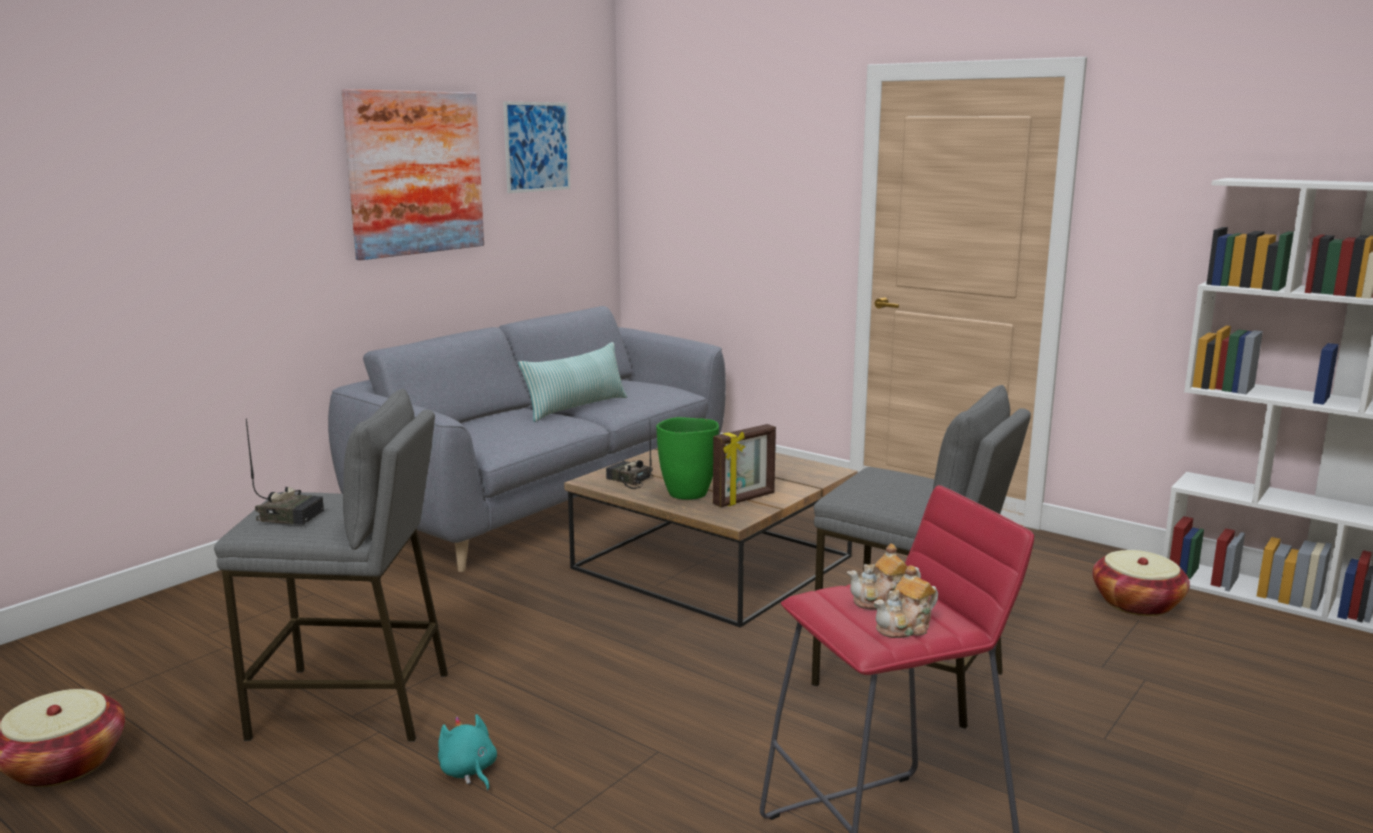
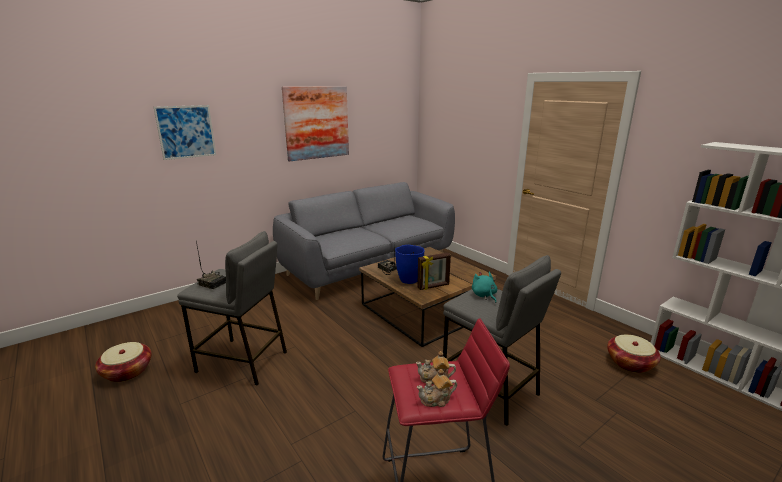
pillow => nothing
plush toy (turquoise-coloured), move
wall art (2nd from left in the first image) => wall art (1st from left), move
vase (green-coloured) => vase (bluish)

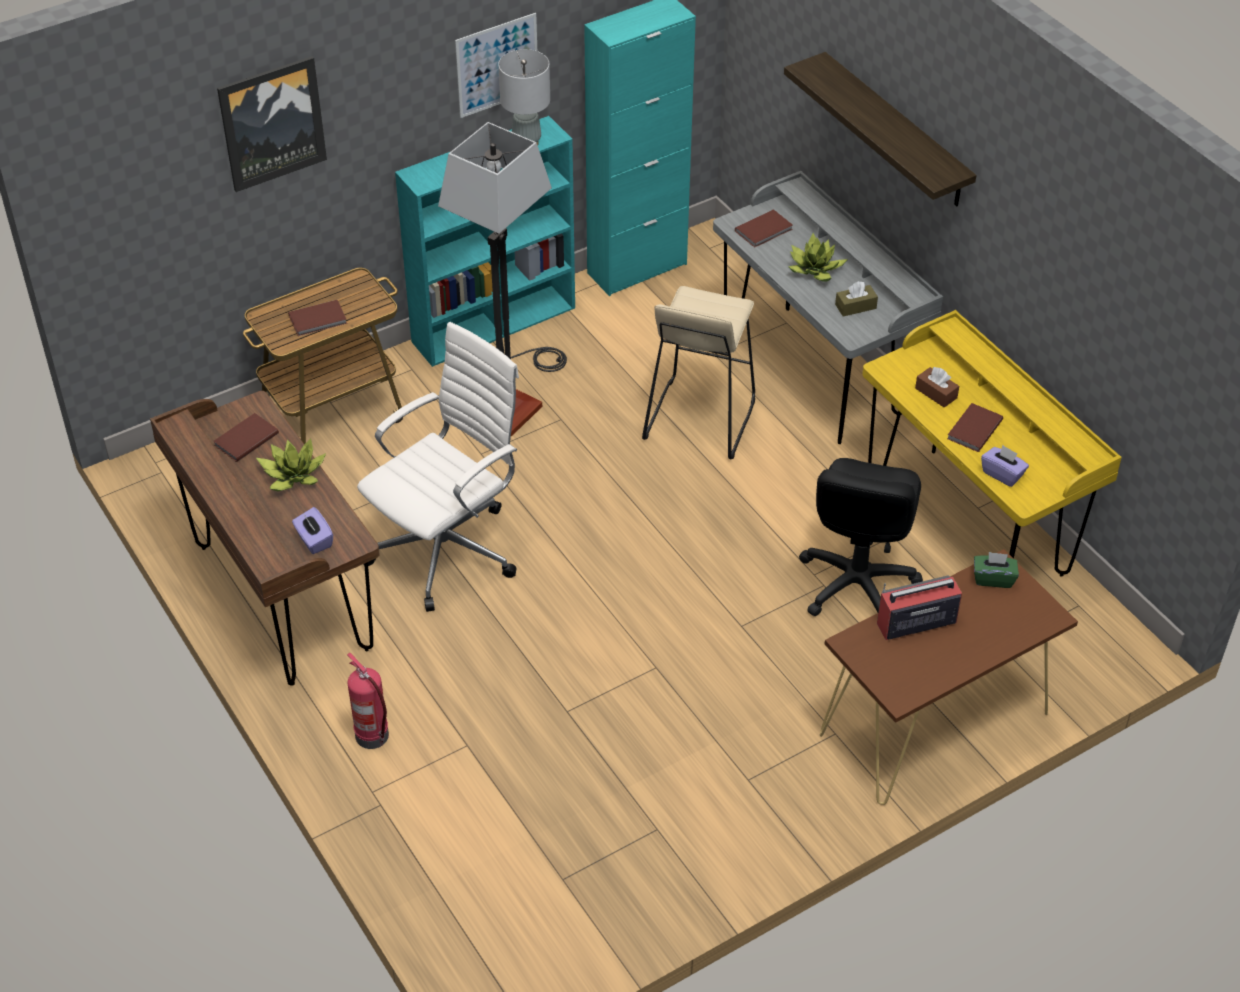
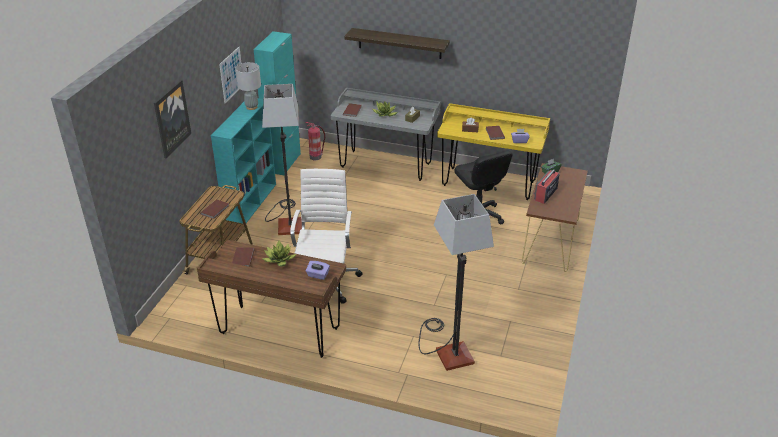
stool (sand-coloured) => nothing
nothing => standard lamp (2nd from left)
fire extinguisher, move

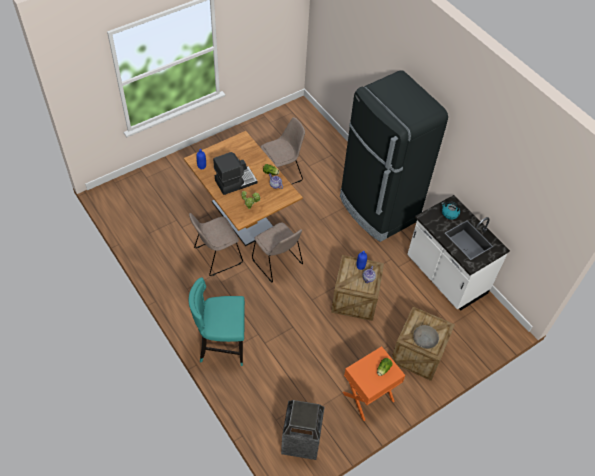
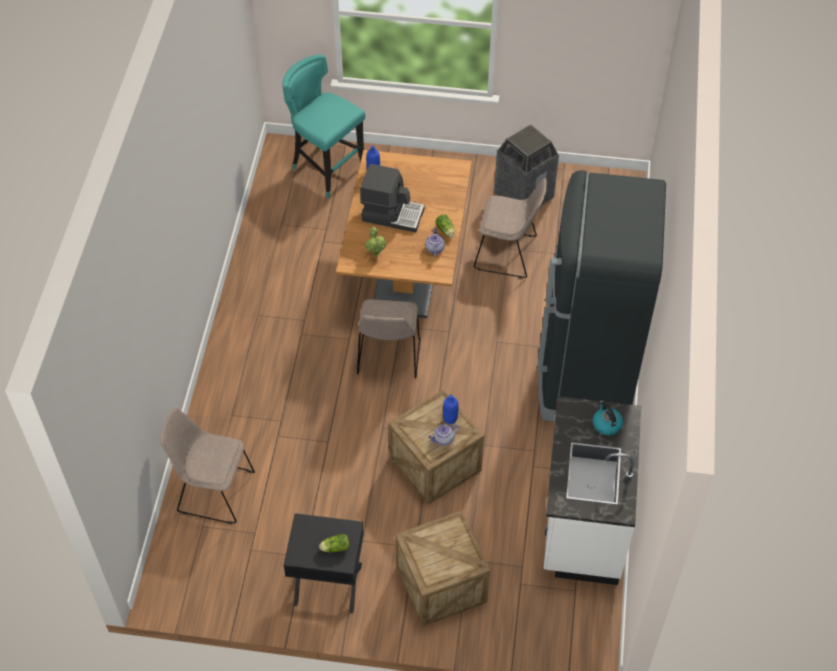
bowl (grey) => nothing
plain chair (sand-coloured) (1st from left), move
stool (turquoise-coloured), move
trash can, move
bedside table (orangey) => bedside table (blackish)

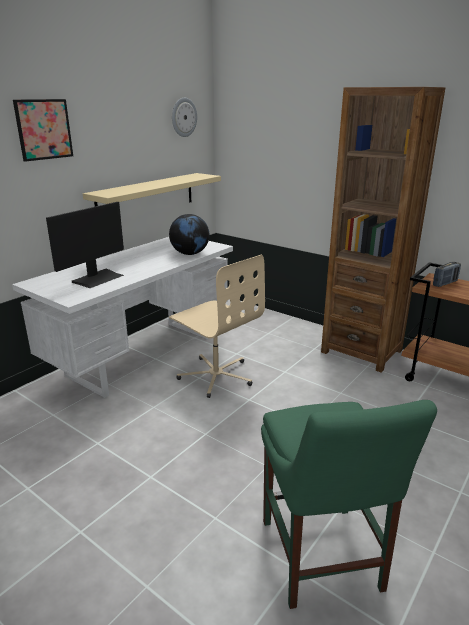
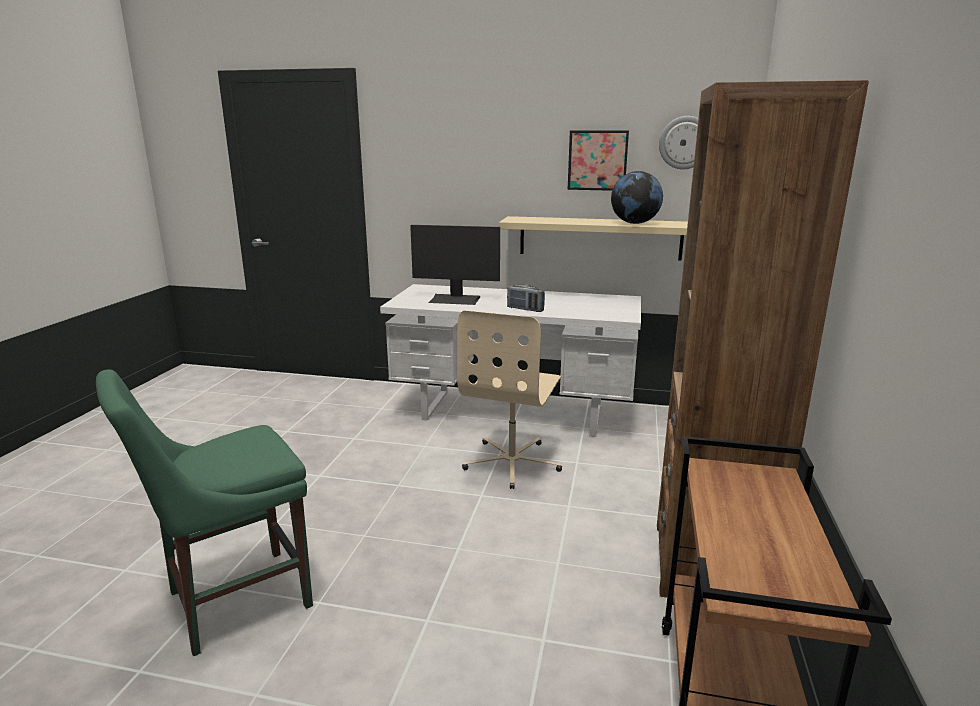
wall art, move
desk globe, move
radio receiver, move

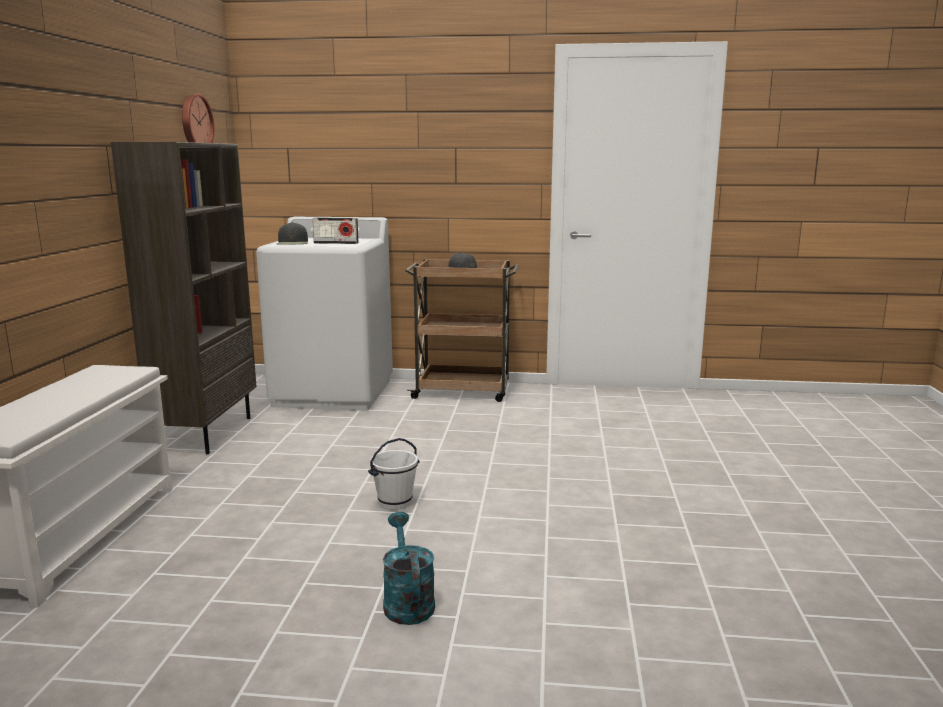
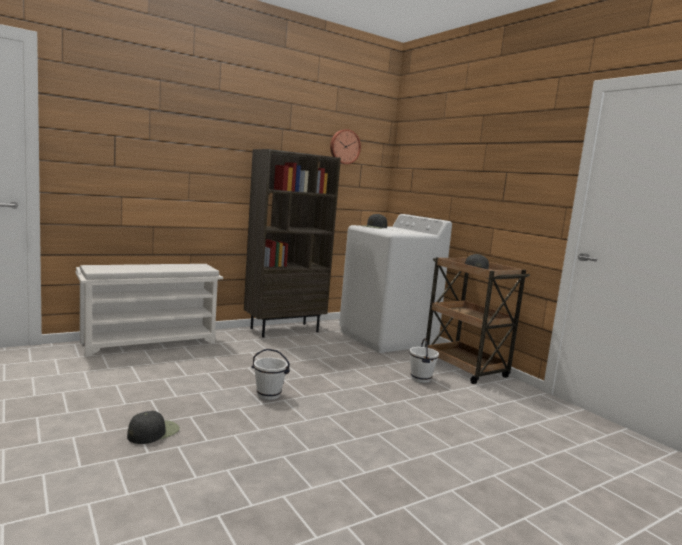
radio receiver => nothing
nothing => water bucket (whitish) (2nd from left)
watering can (turquoise-coloured) => cap (blackish) (1st from left)

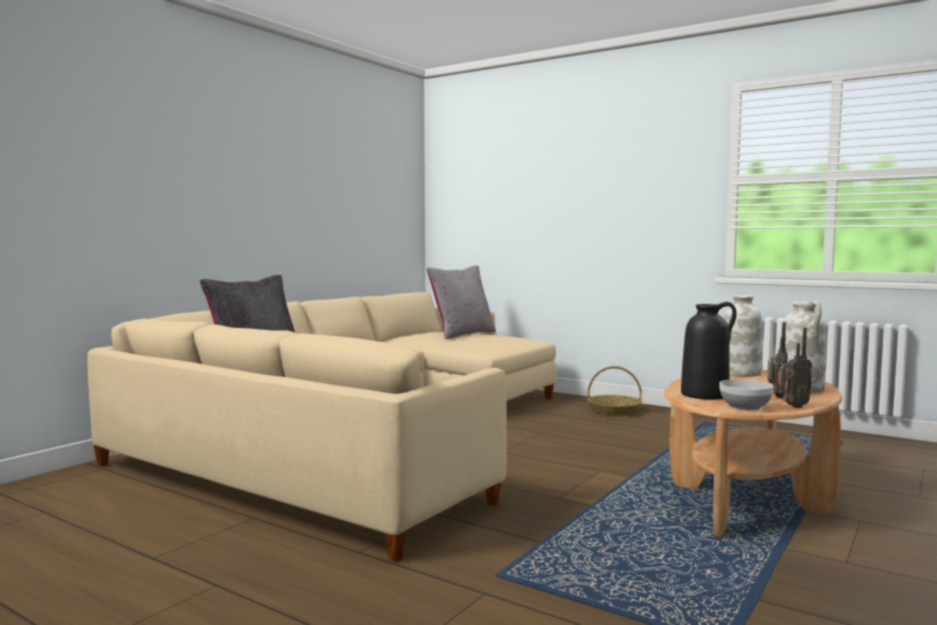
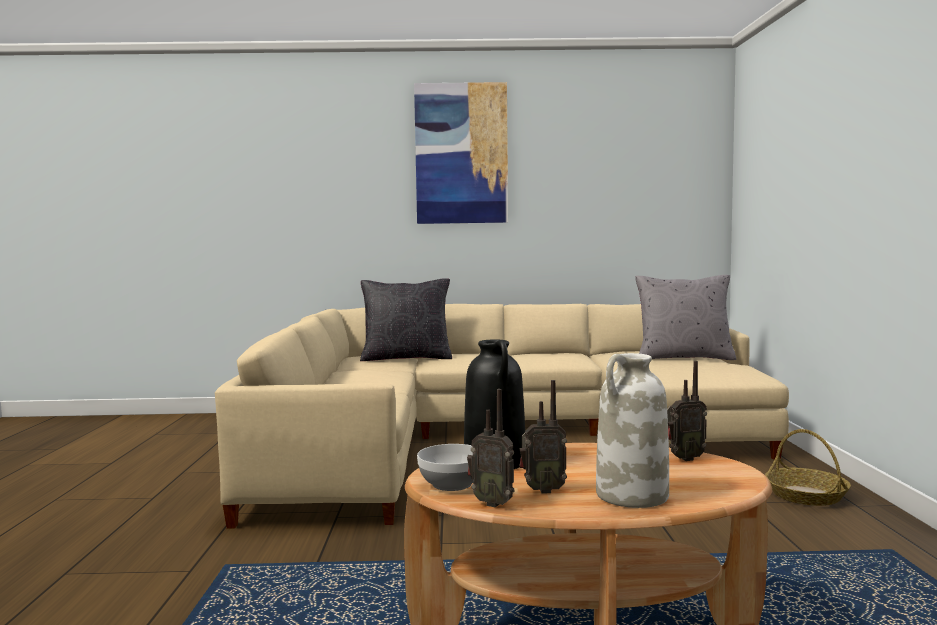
nothing => wall art
vase (whitish) (1st from left) => radio receiver (3rd from left)

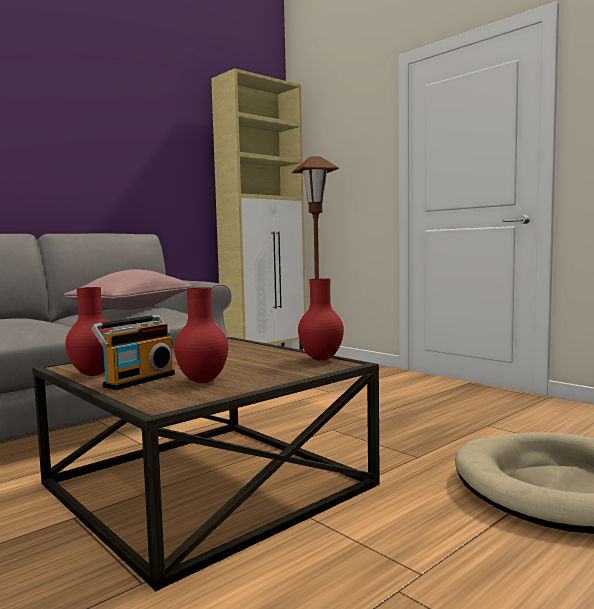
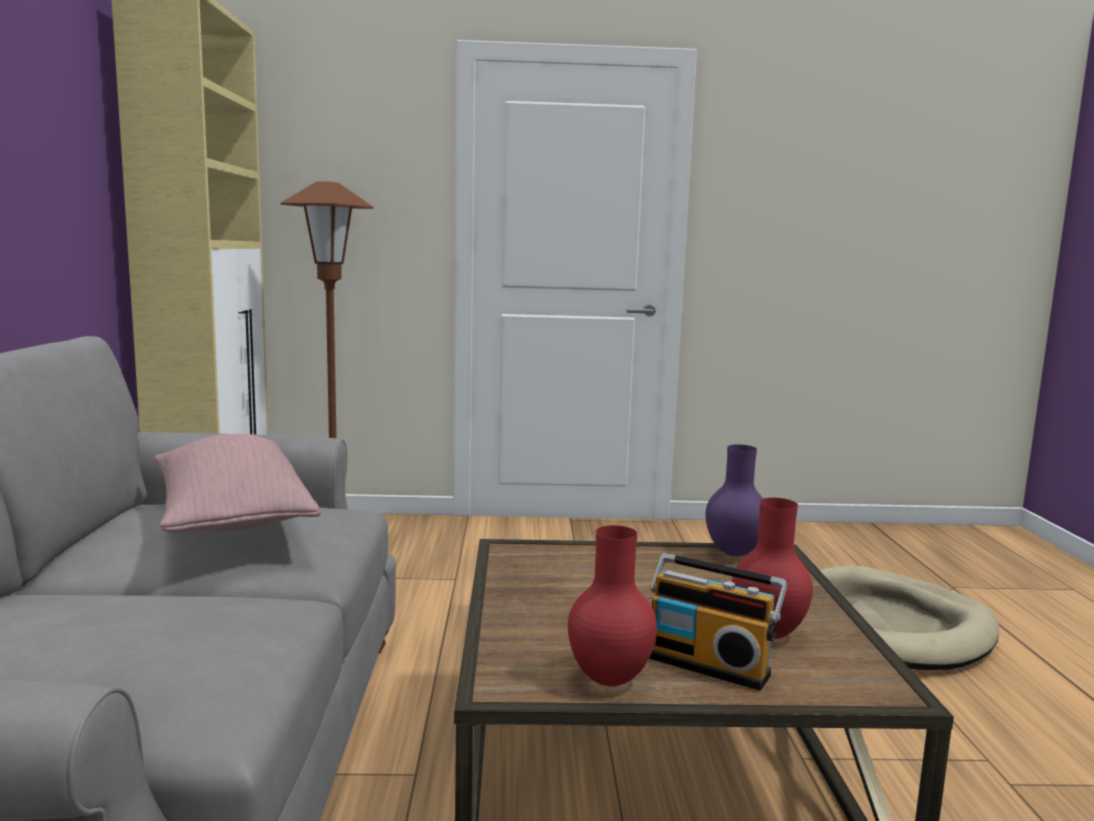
vase (reddish) (3rd from left) => vase (purple)
radio receiver, 135 degrees clockwise

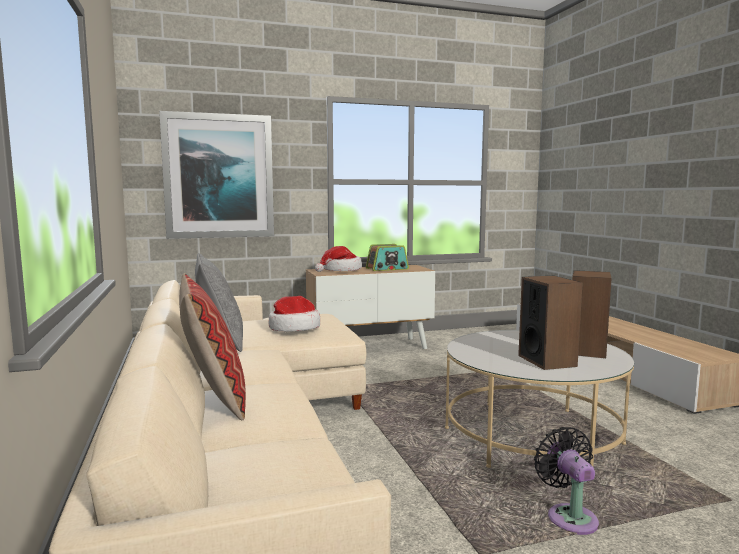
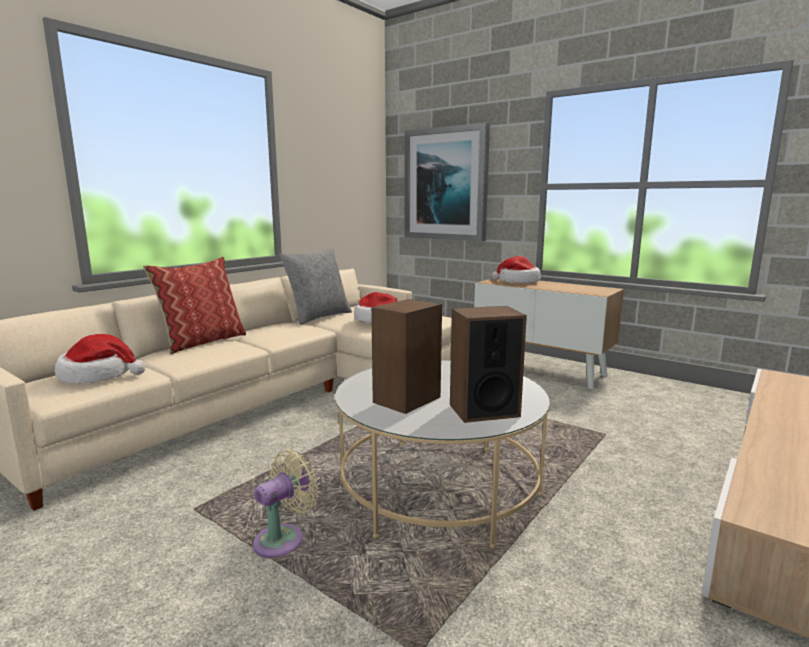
radio receiver => nothing
nothing => hat (1st from left)
electric fan (blackish) => electric fan (sand-coloured)

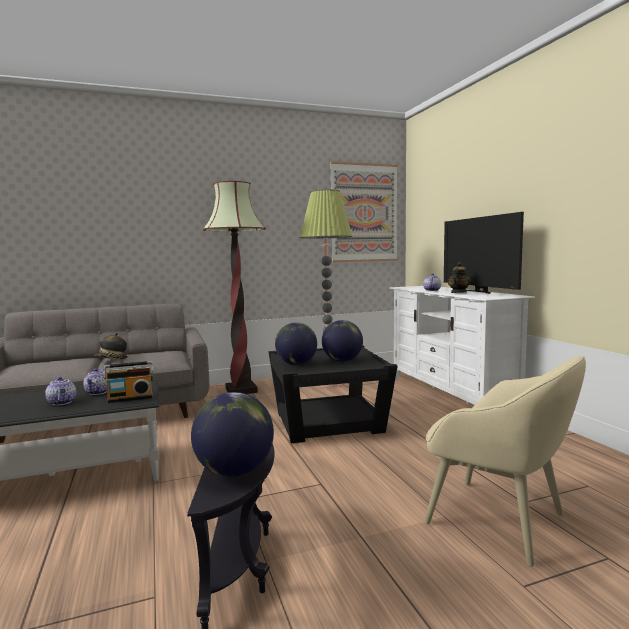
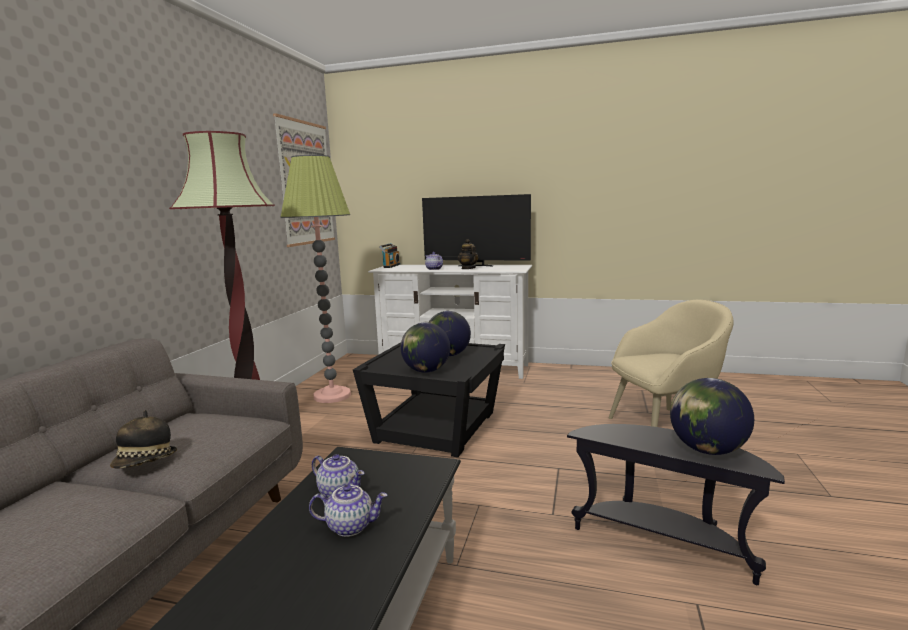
radio receiver, move

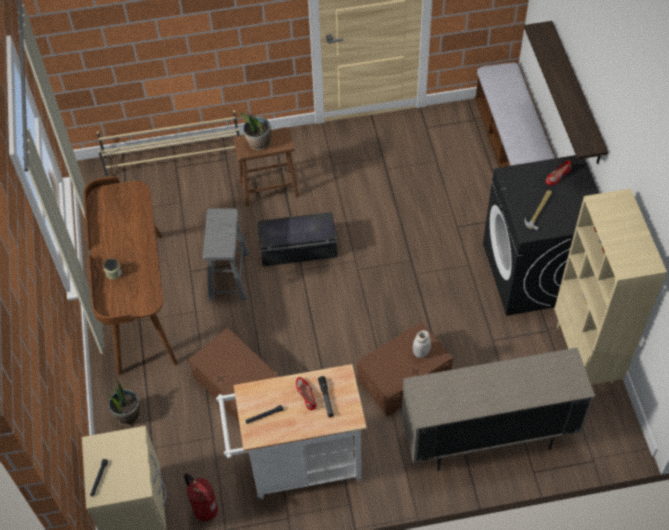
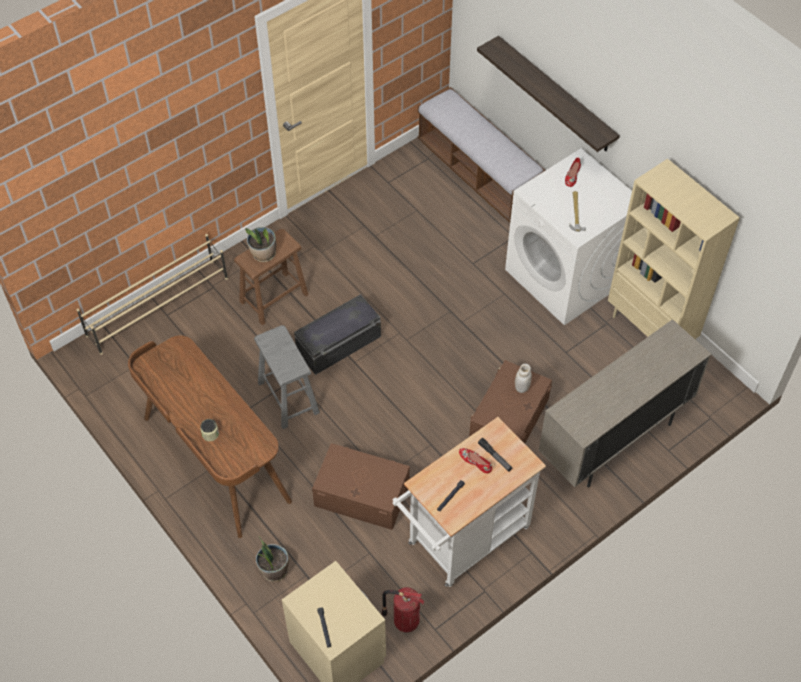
laundry machine (blackish) => laundry machine (whitish)

